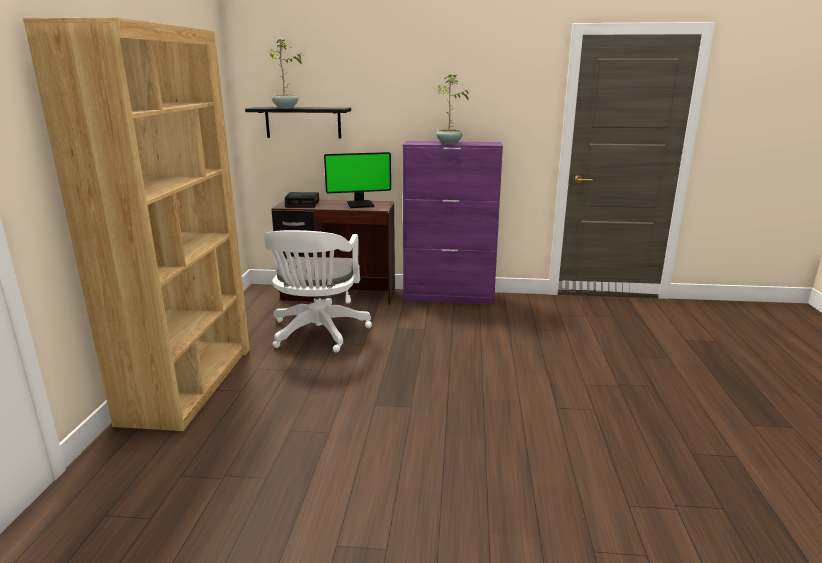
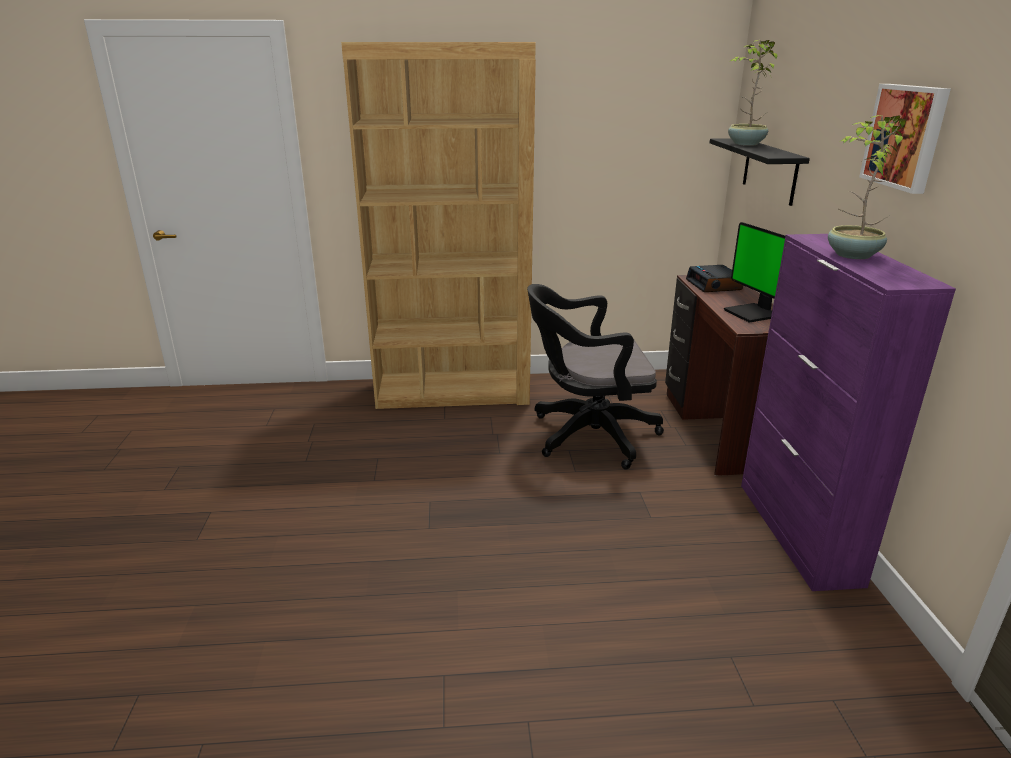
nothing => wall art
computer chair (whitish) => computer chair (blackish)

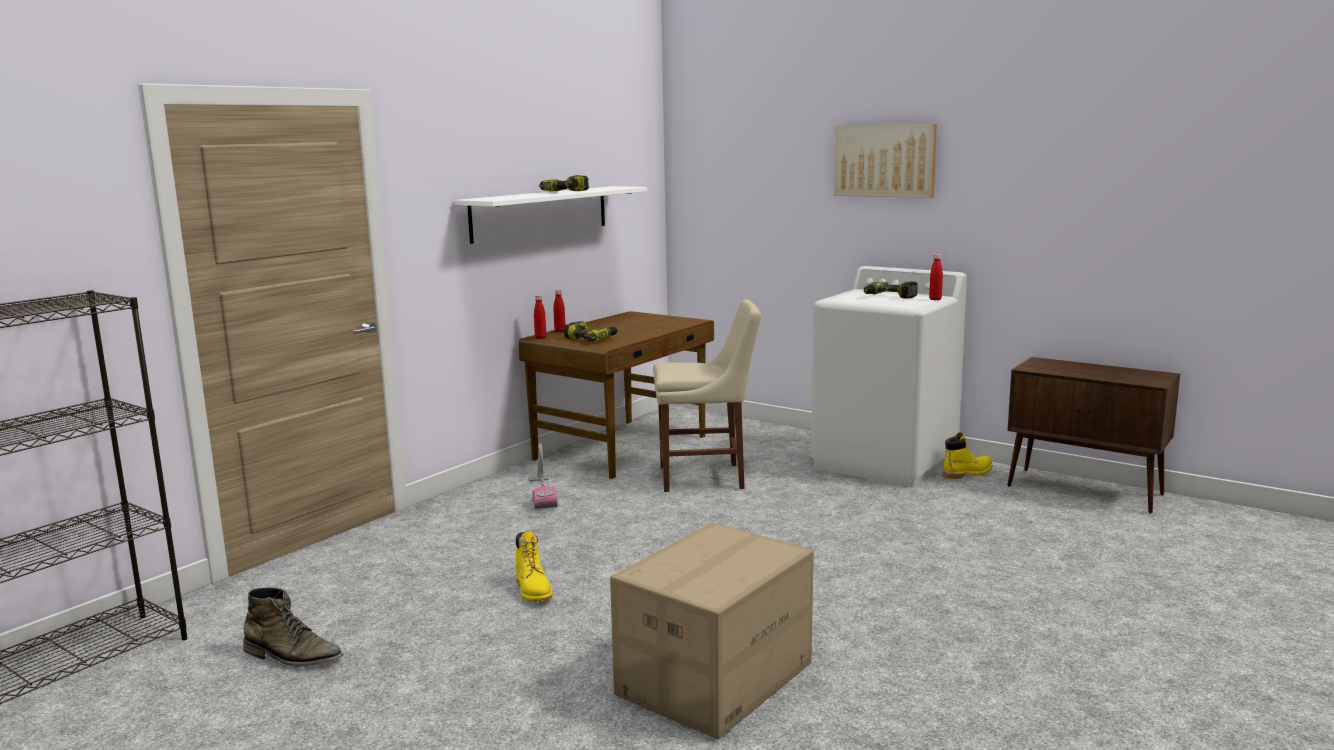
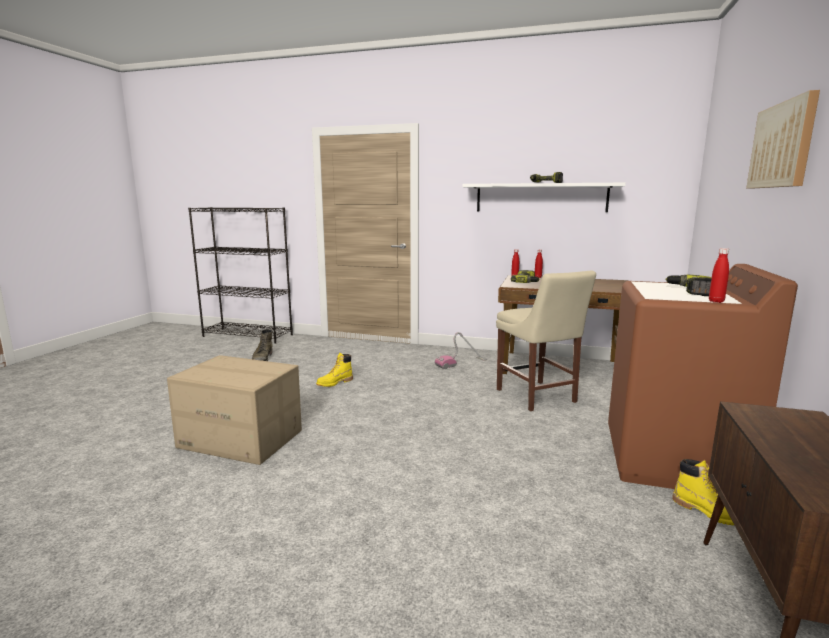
laundry machine (whitish) => laundry machine (brown-coloured)

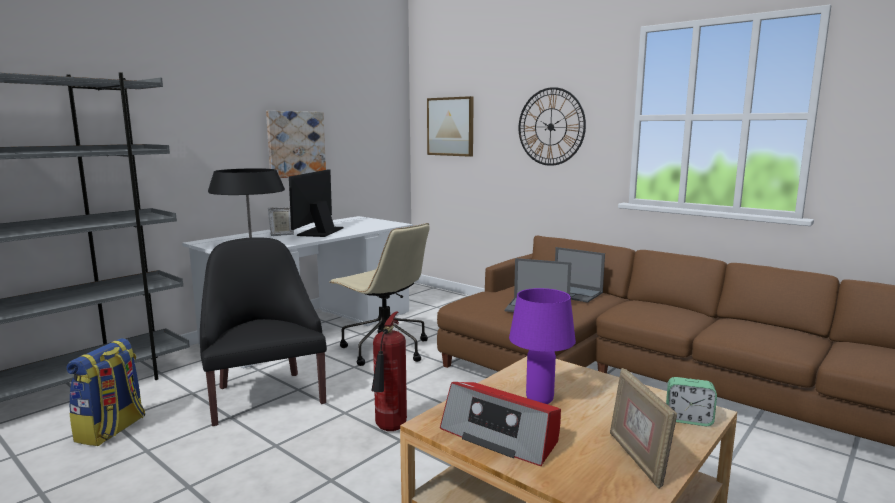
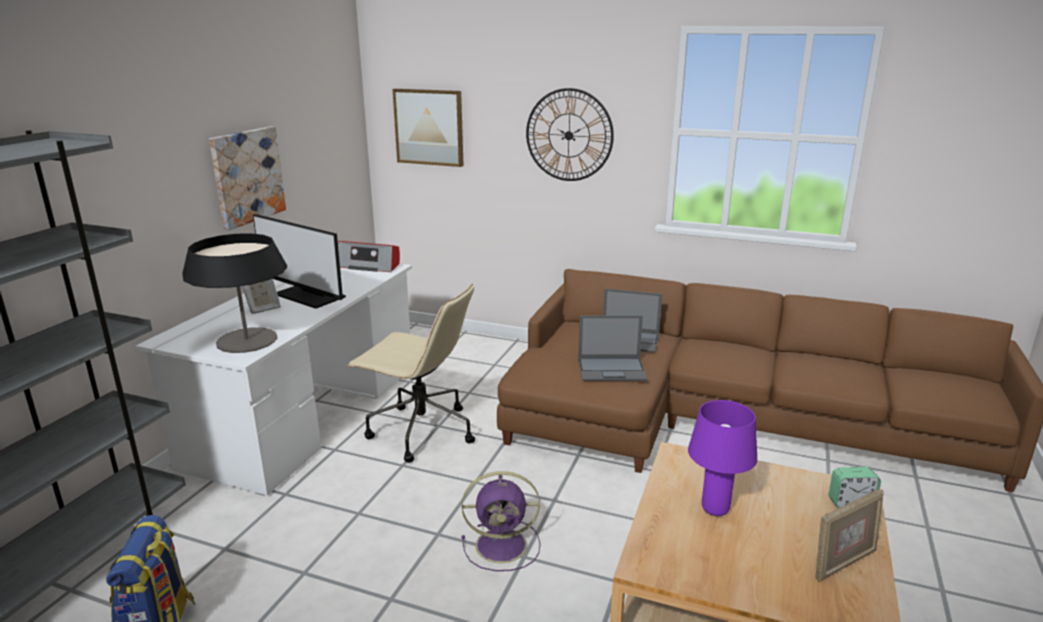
easy chair (blackish) => nothing
radio receiver, move
fire extinguisher => electric fan (purple)
monitor, 45 degrees counterclockwise
photo frame (2nd from left), 90 degrees counterclockwise

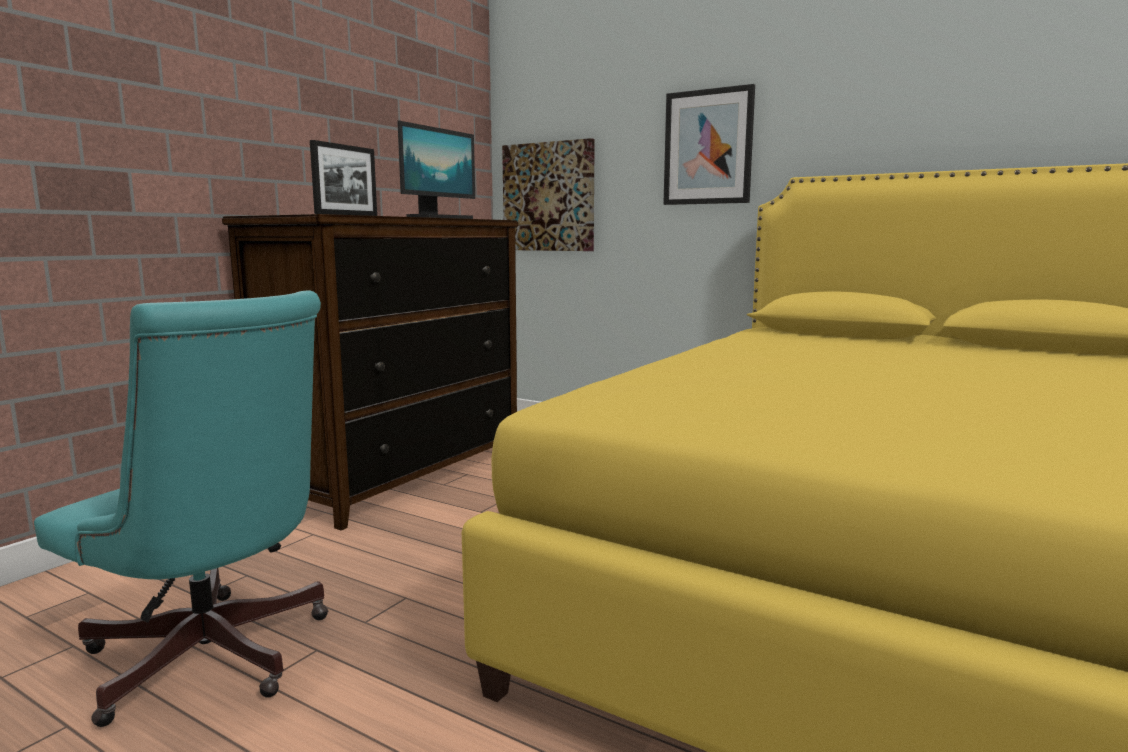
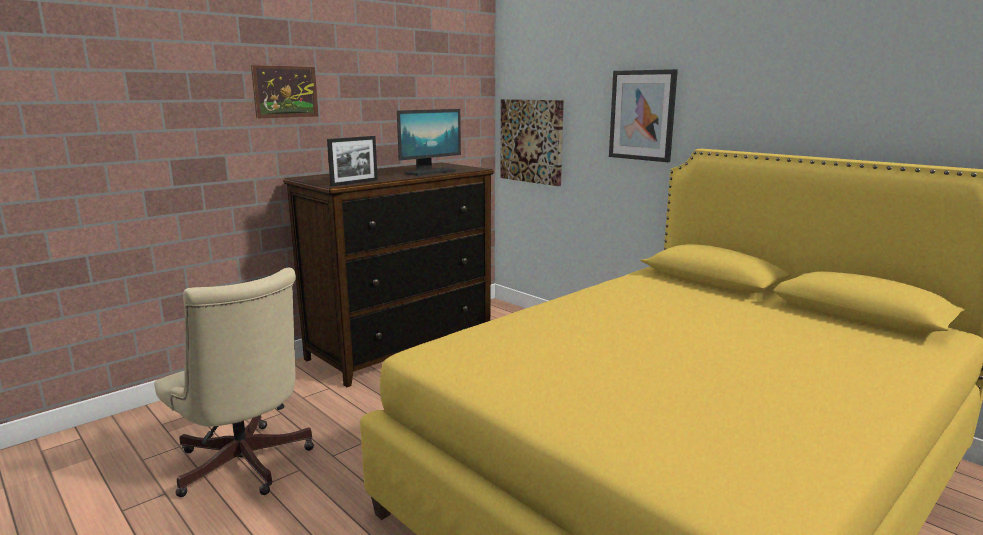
nothing => wall art (1st from left)
computer chair (turquoise-coloured) => computer chair (sand-coloured)

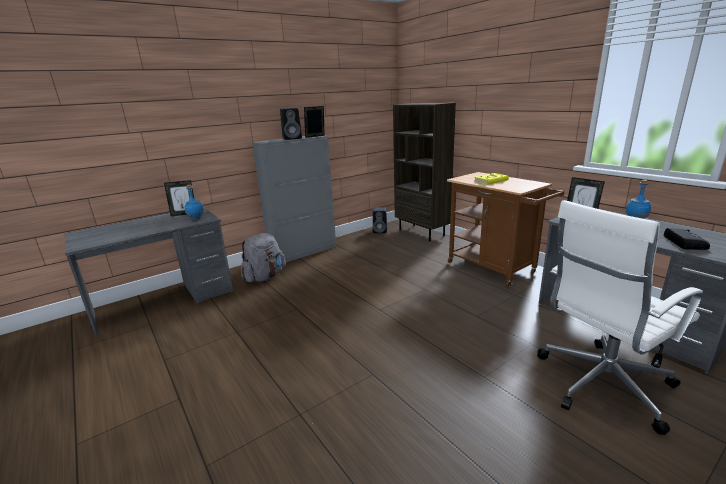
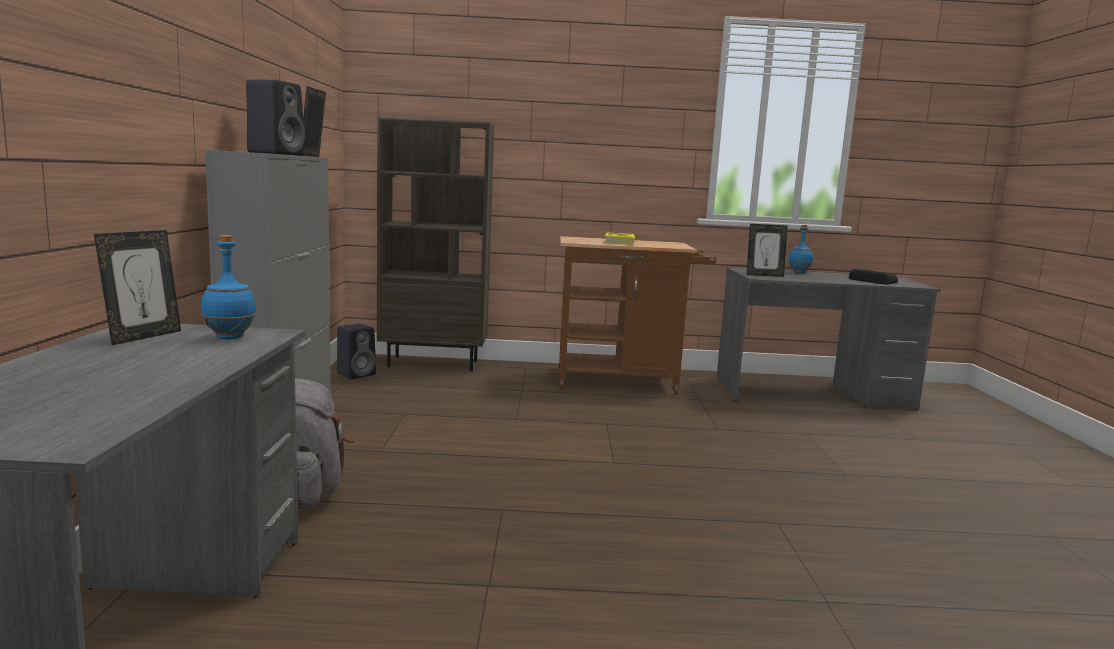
computer chair (whitish) => nothing

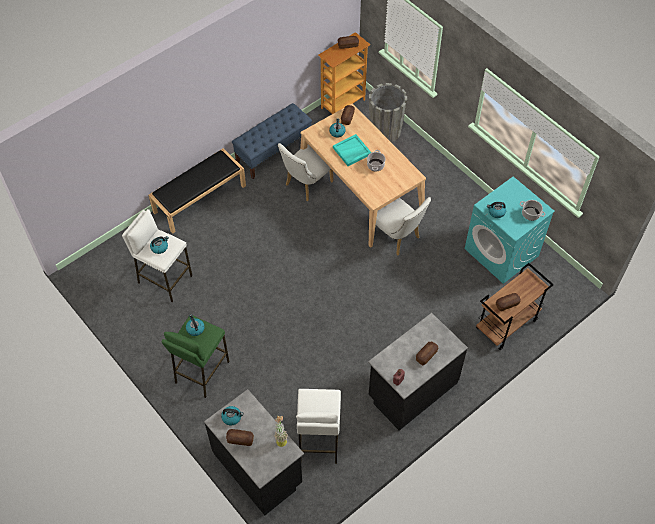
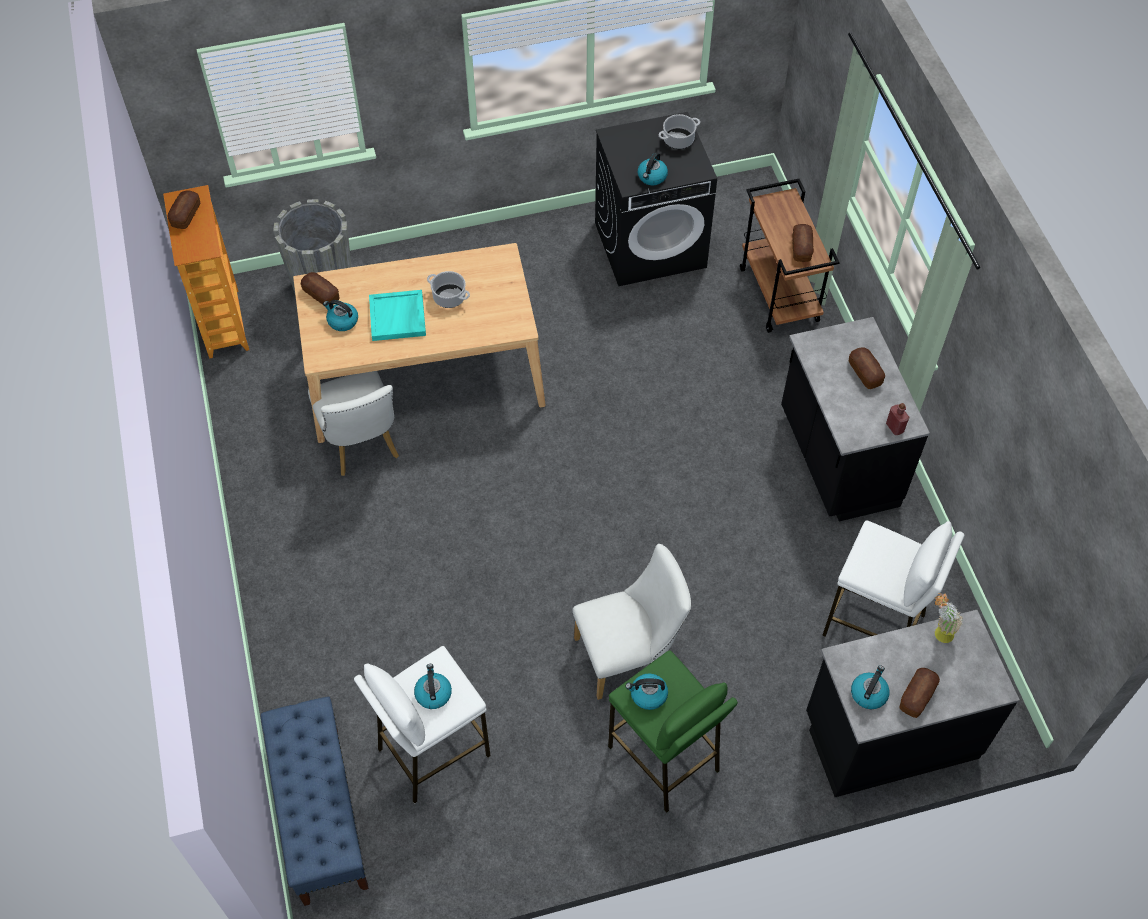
bench (blackish) => nothing
bench (bluish), move
plain chair (whitish) (2nd from left), move
laundry machine (turquoise-coloured) => laundry machine (blackish)

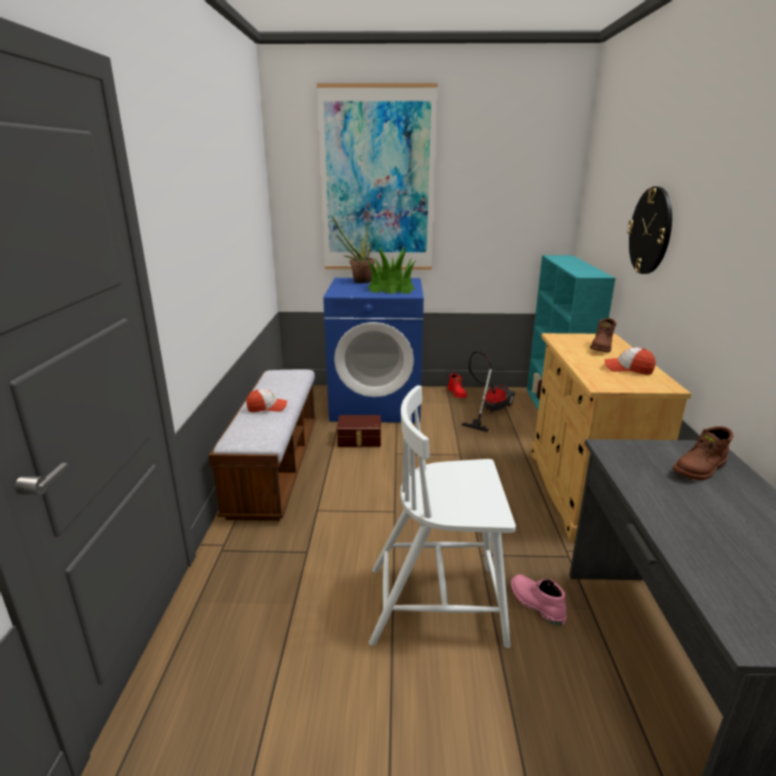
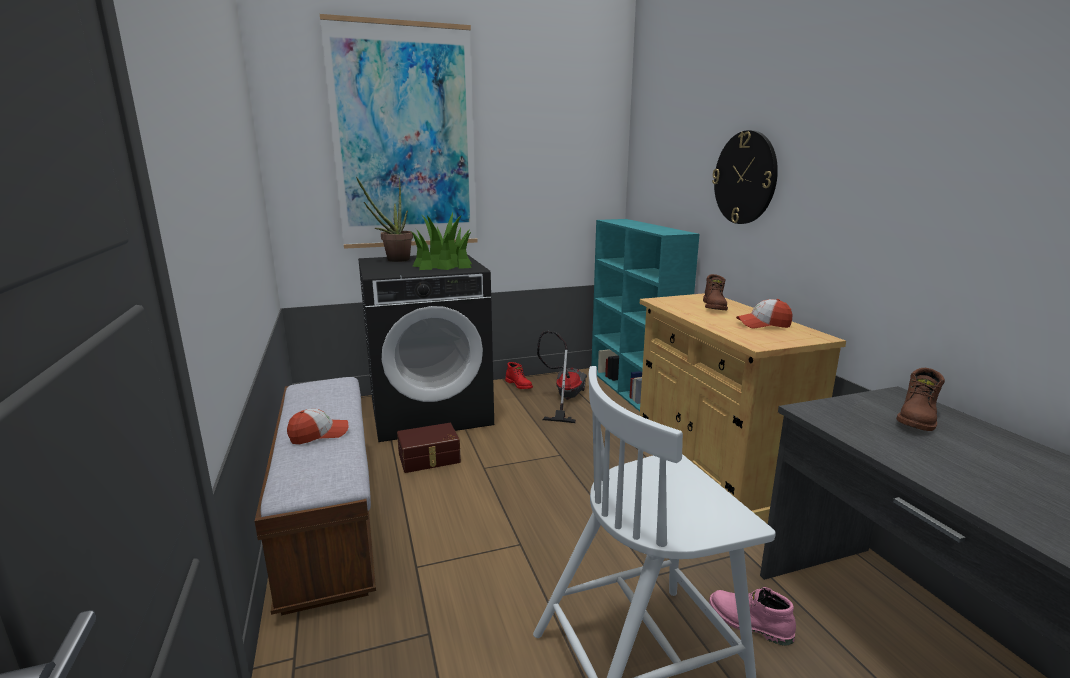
laundry machine (bluish) => laundry machine (blackish)

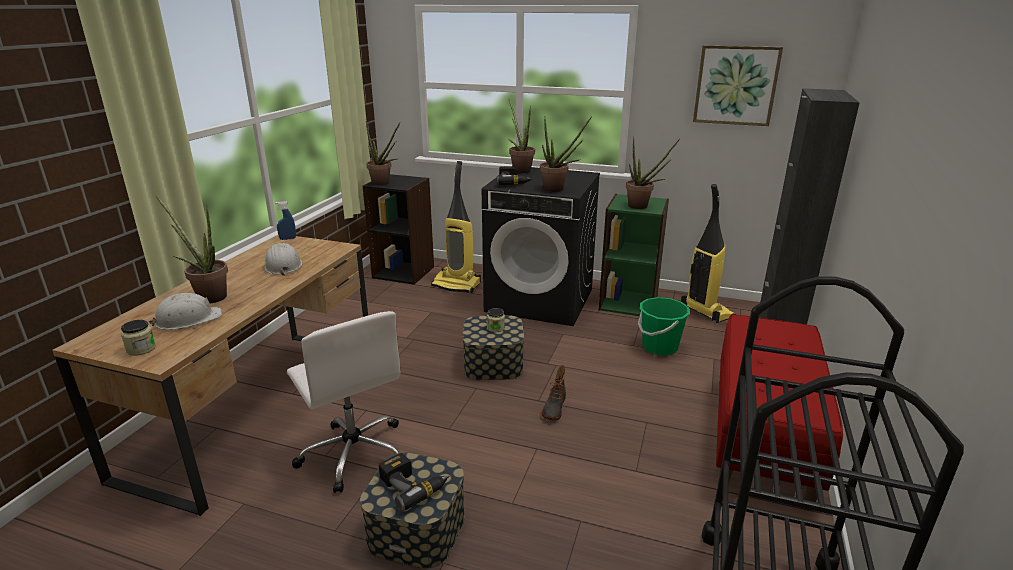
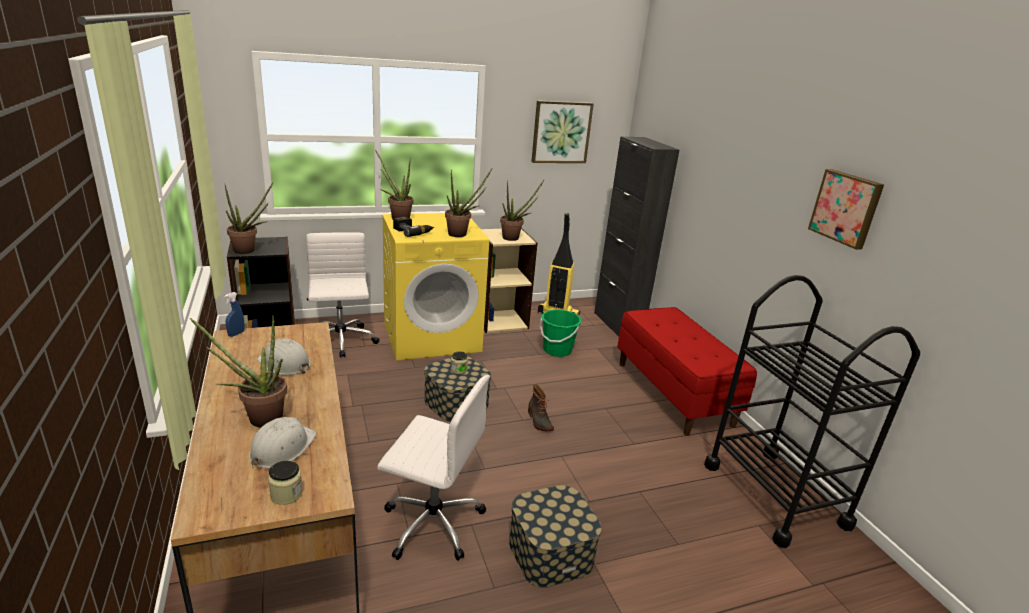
power drill (1st from left) => nothing
nothing => wall art (2nd from left)
vacuum (1st from left) => computer chair (whitish) (1st from left)
laundry machine (blackish) => laundry machine (yellowish)
bookcase (green-coloured) => bookcase (sand-coloured)

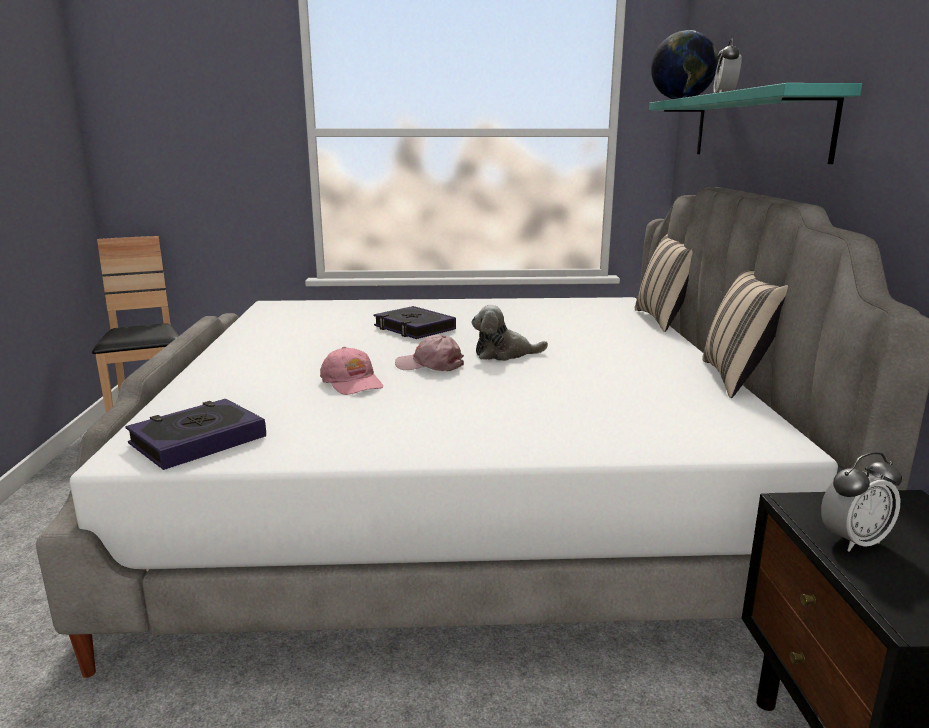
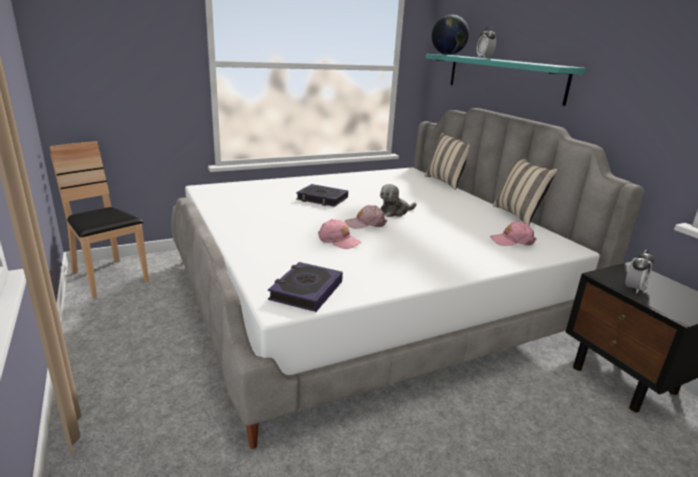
nothing => cap (pinkish) (3rd from left)

